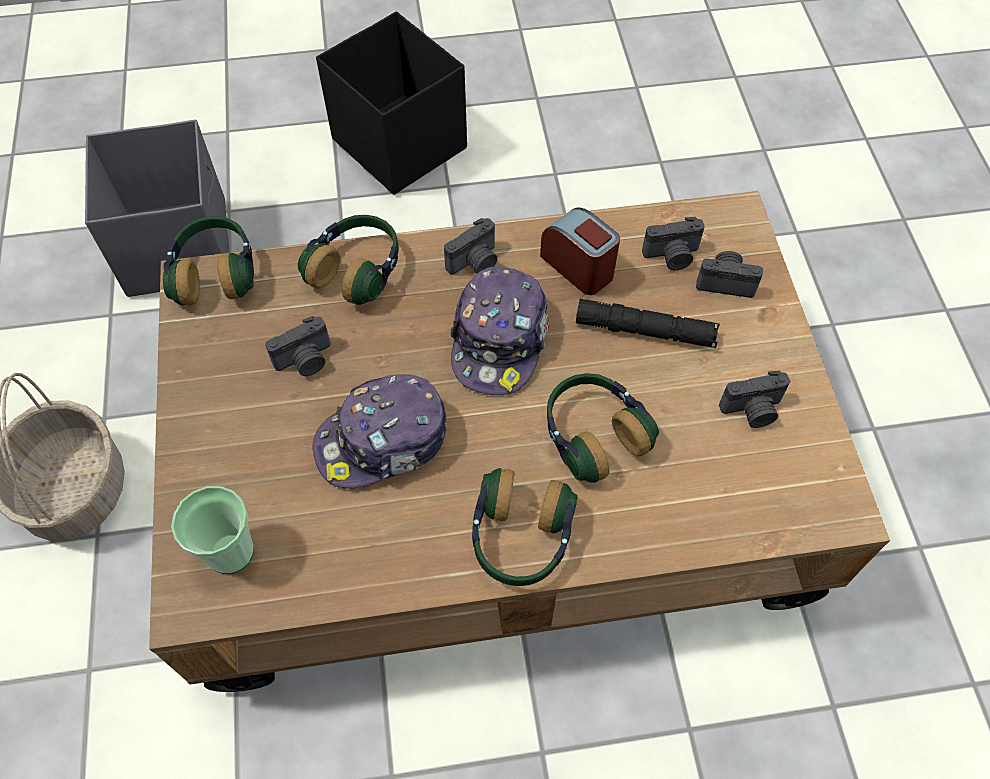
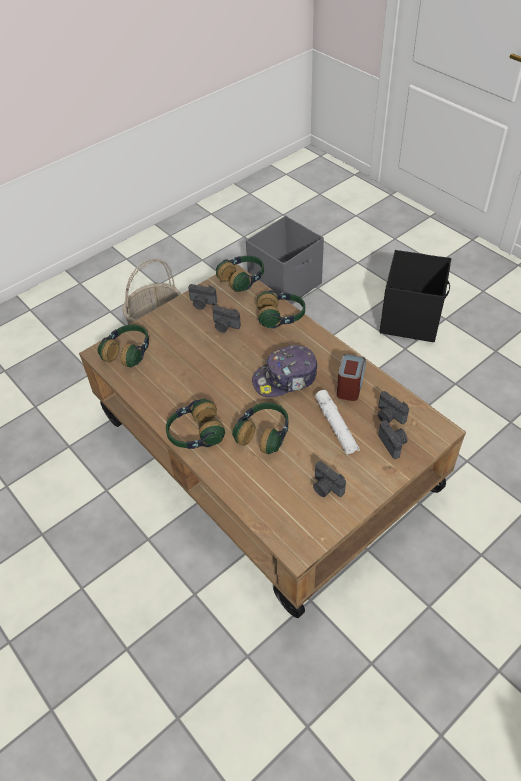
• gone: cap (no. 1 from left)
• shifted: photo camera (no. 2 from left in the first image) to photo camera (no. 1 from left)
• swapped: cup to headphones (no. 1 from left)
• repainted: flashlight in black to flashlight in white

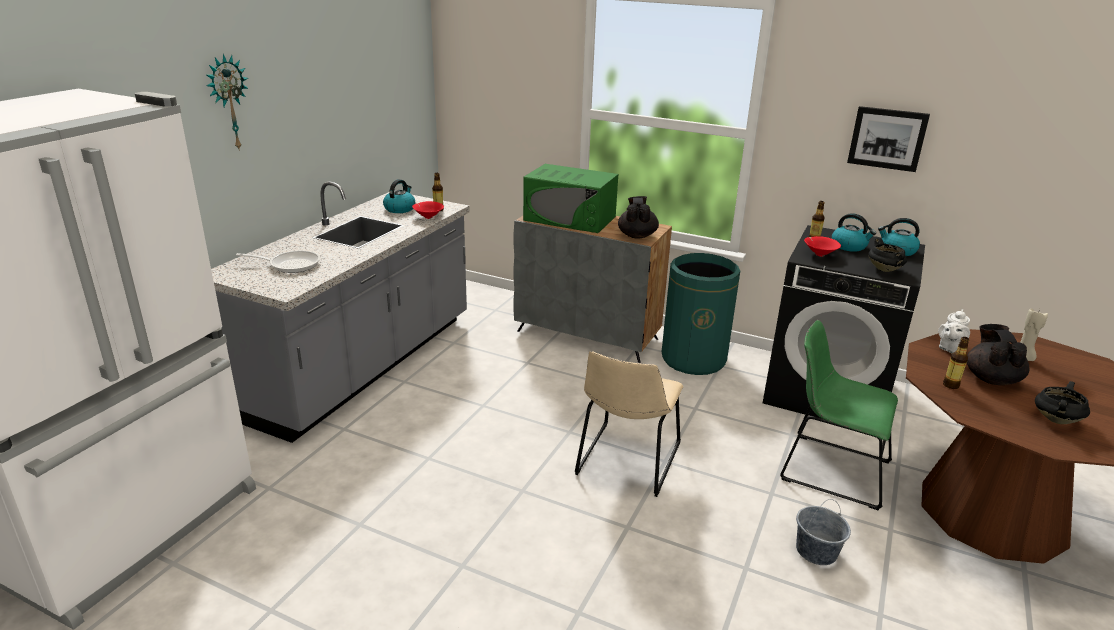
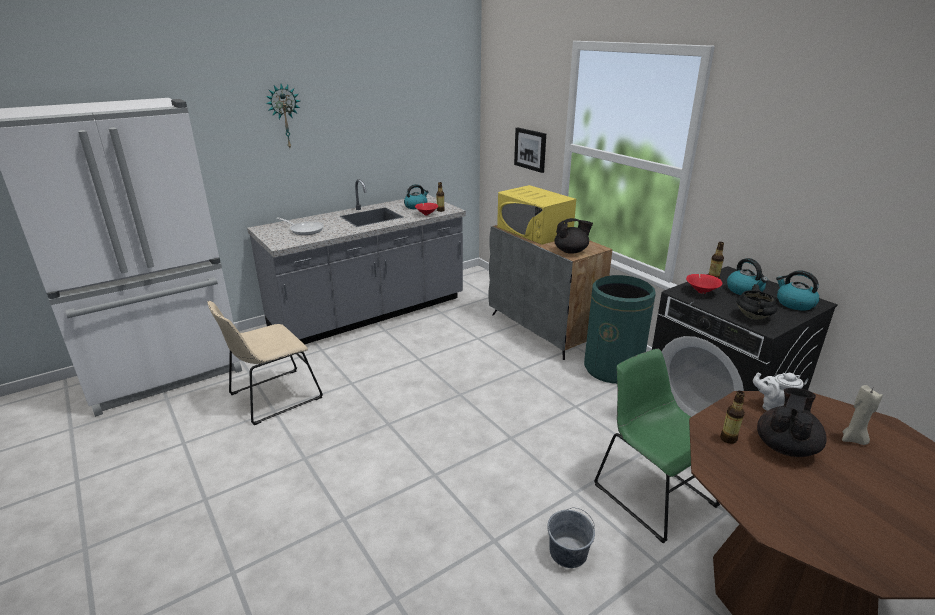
• gone: cooking pot in black (no. 2 from left)
• shifted: chair in beige
• shifted: picture
• repainted: microwave in green to microwave in yellow
• rotated: teapot in black (no. 1 from left) 45 degrees clockwise
• rotated: teapot in white 45 degrees clockwise

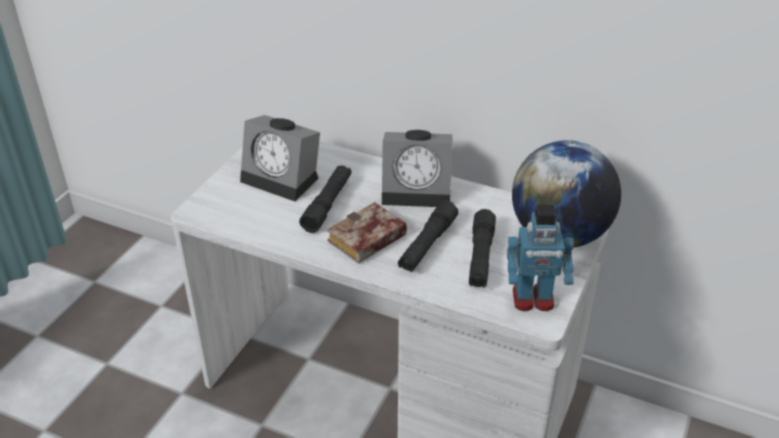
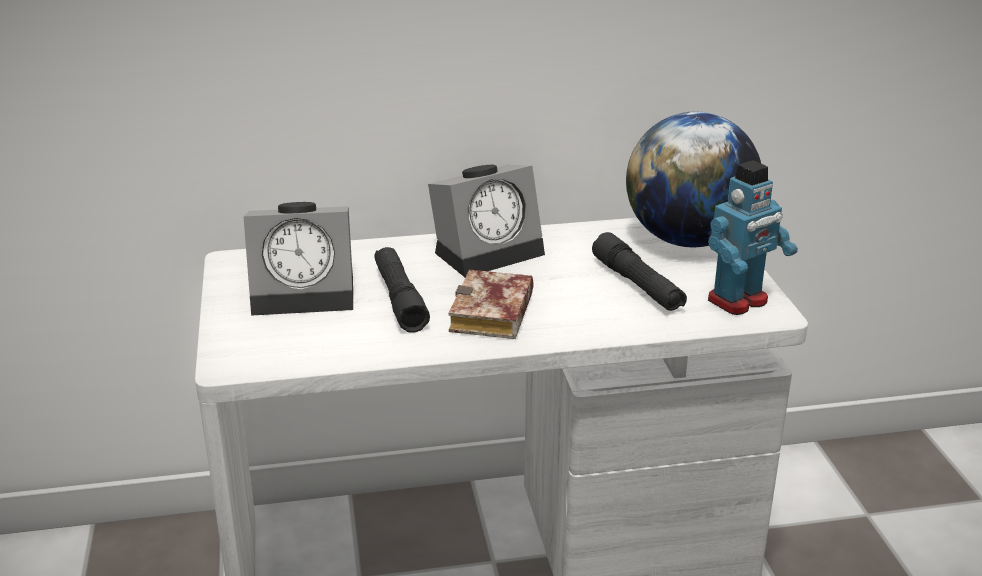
• gone: flashlight in black (no. 2 from left)

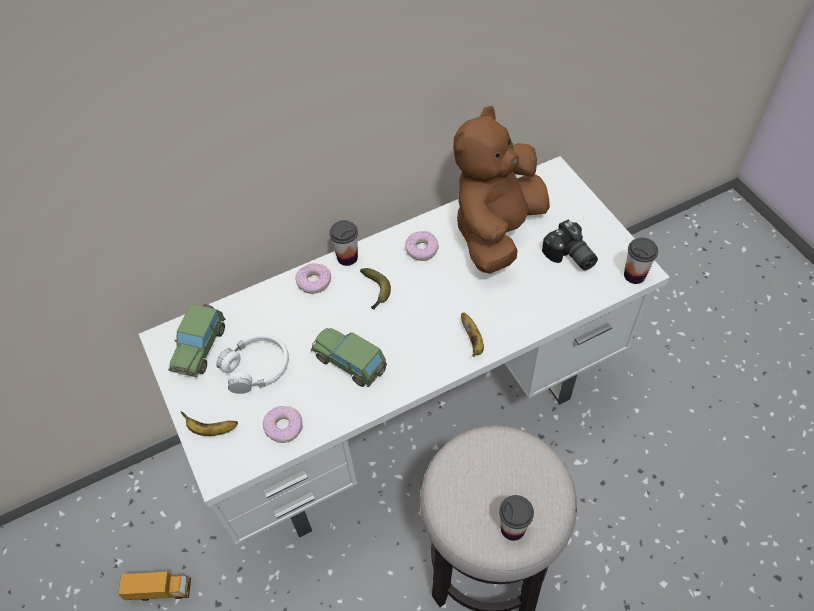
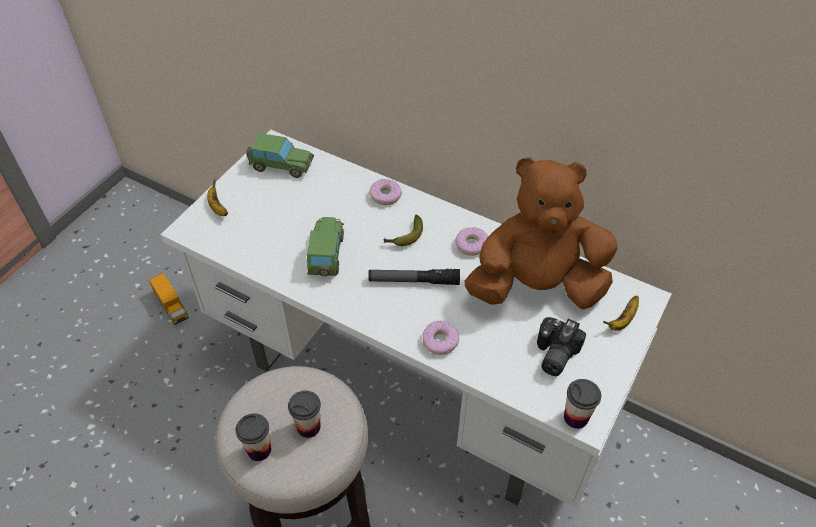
• gone: headphones in white
• new: flashlight
• shifted: donut (no. 1 from left in the first image) to donut (no. 2 from left)
• shifted: cup (no. 1 from left in the first image) to cup (no. 2 from left)
• shifted: banana (no. 3 from left)
• rotated: toy car (no. 1 from left) 150 degrees counterclockwise

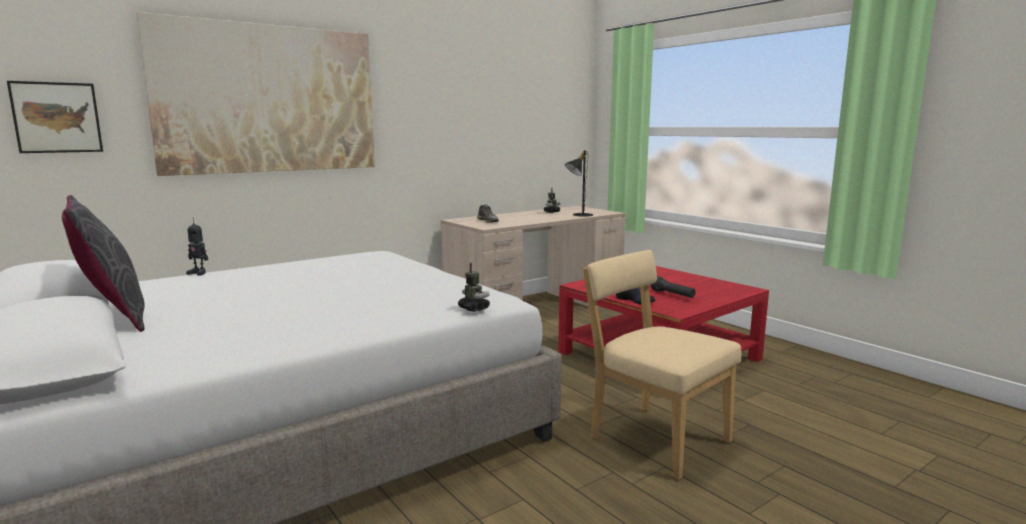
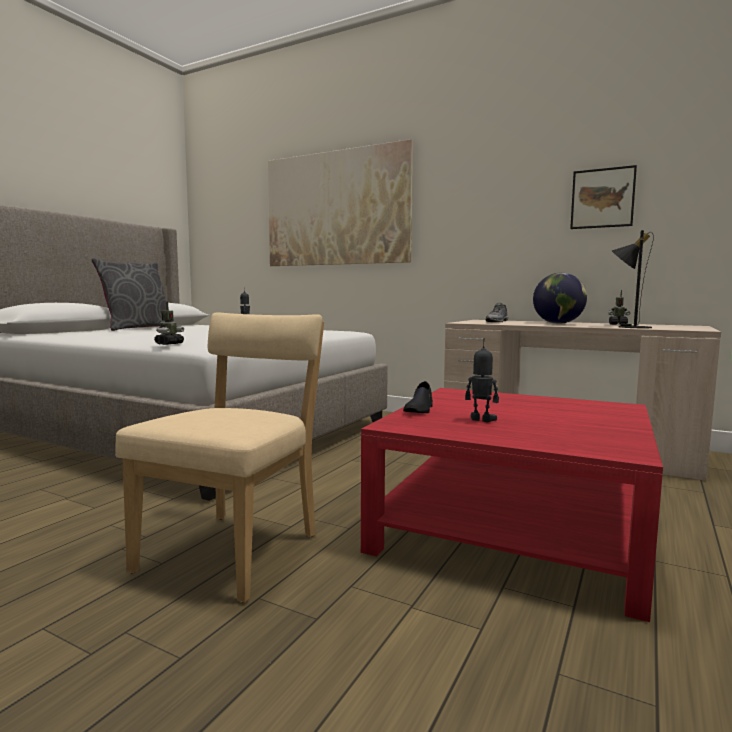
• new: globe
• shifted: picture (no. 1 from left in the first image) to picture (no. 2 from left)
• swapped: flashlight in black to toy robot (no. 3 from left)

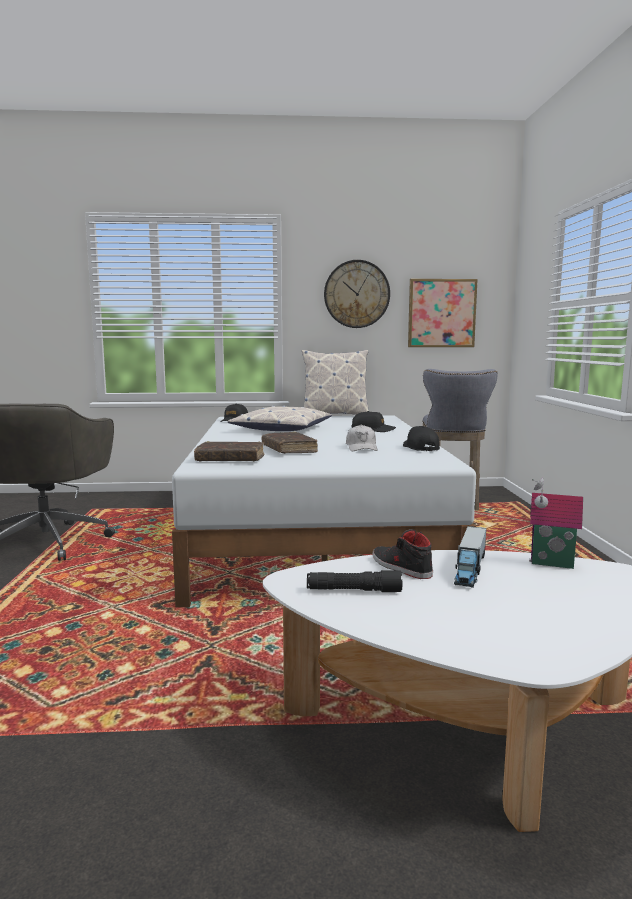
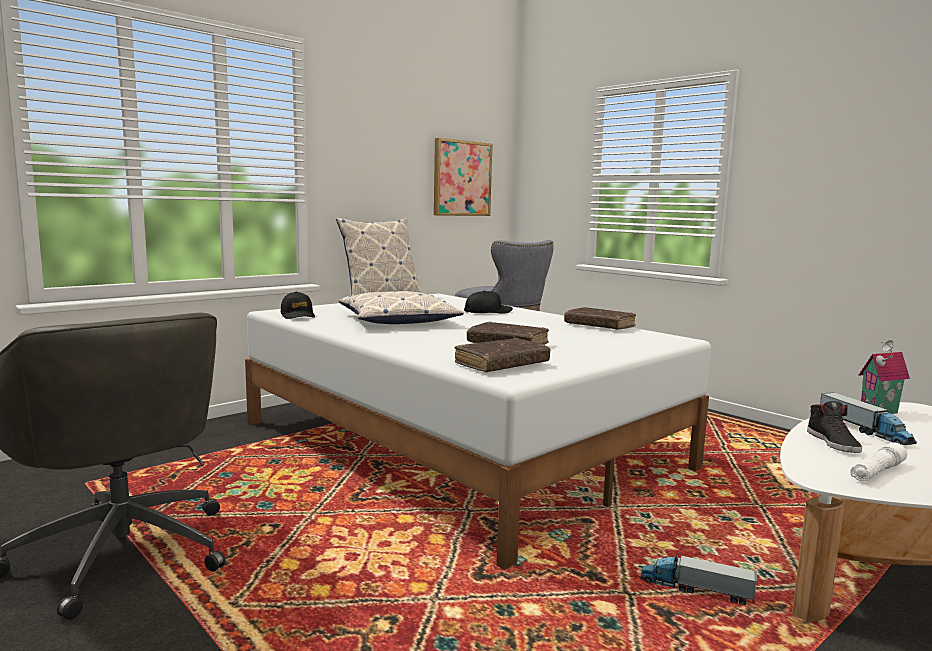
• gone: wall clock
• gone: cap in white
• new: toy truck (no. 1 from left)
• swapped: cap in black (no. 3 from left) to book in brown (no. 3 from left)
• repainted: flashlight in black to flashlight in white
• rotated: shoe in black 105 degrees counterclockwise

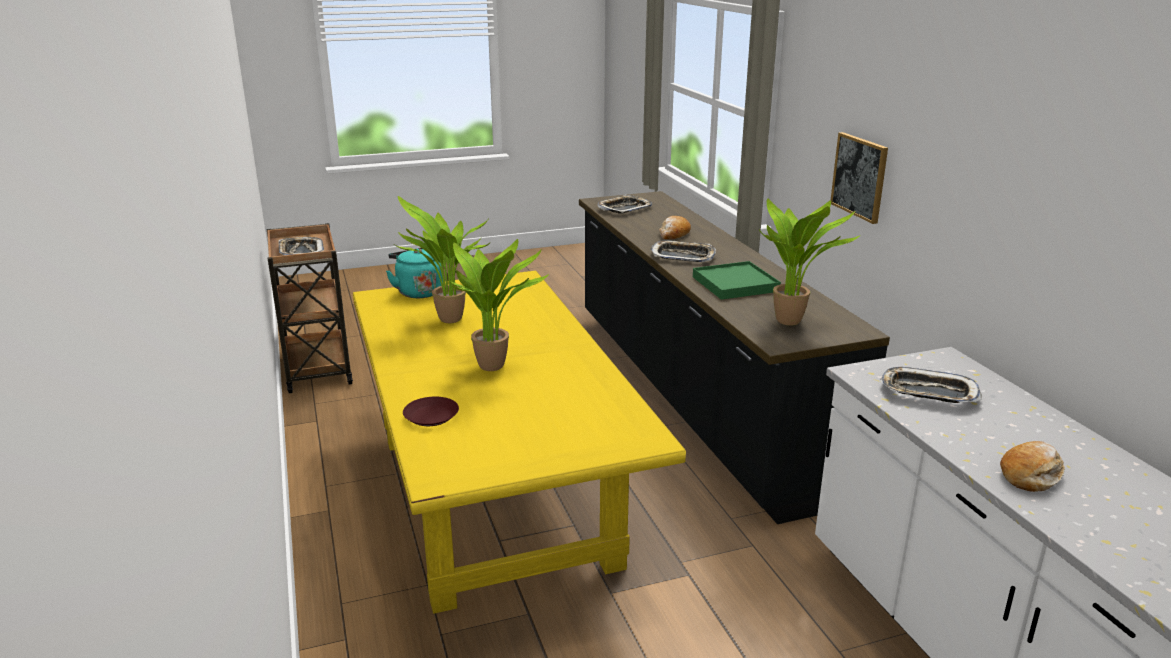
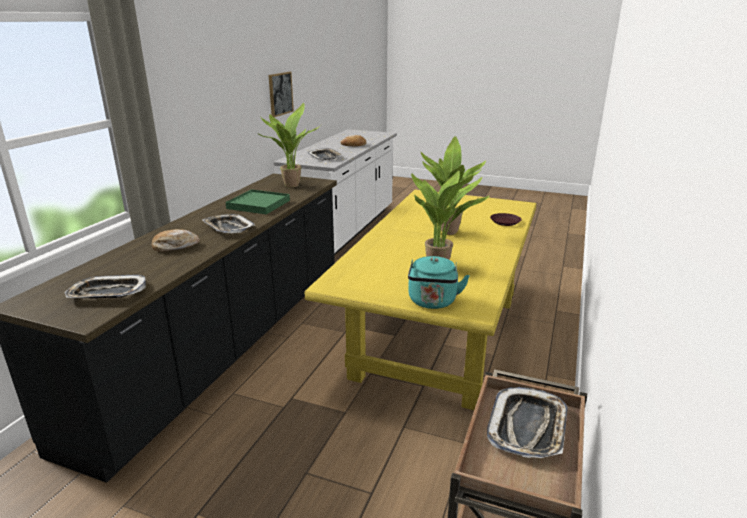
• shifted: picture

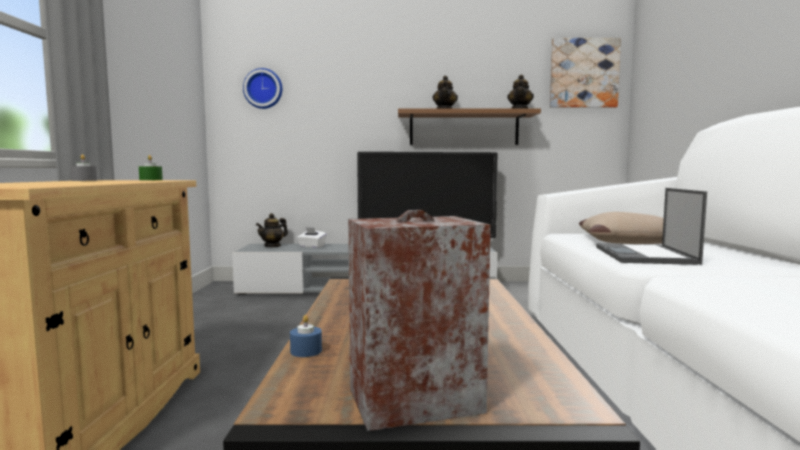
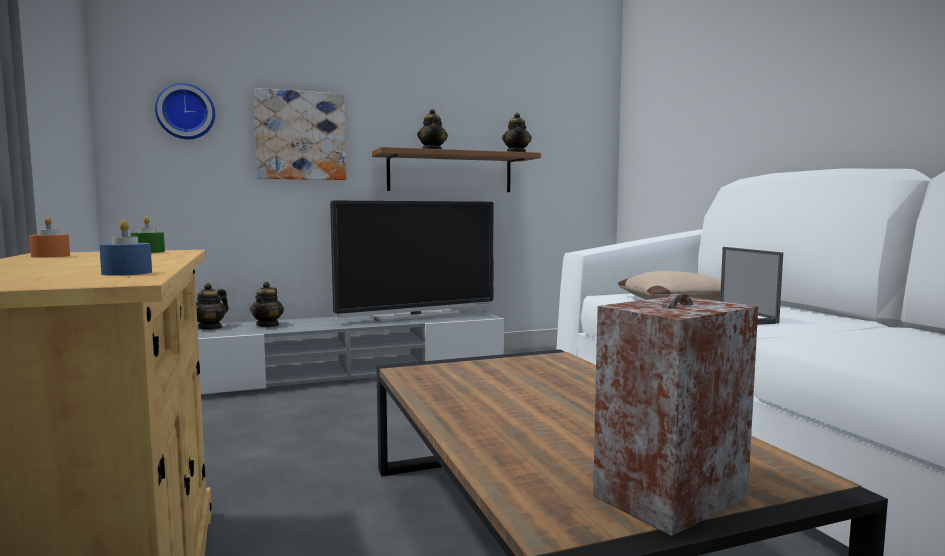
• shifted: candle in blue
• shifted: picture
• swapped: tissue box in white to teapot (no. 2 from left)
• repainted: candle in grey to candle in orange

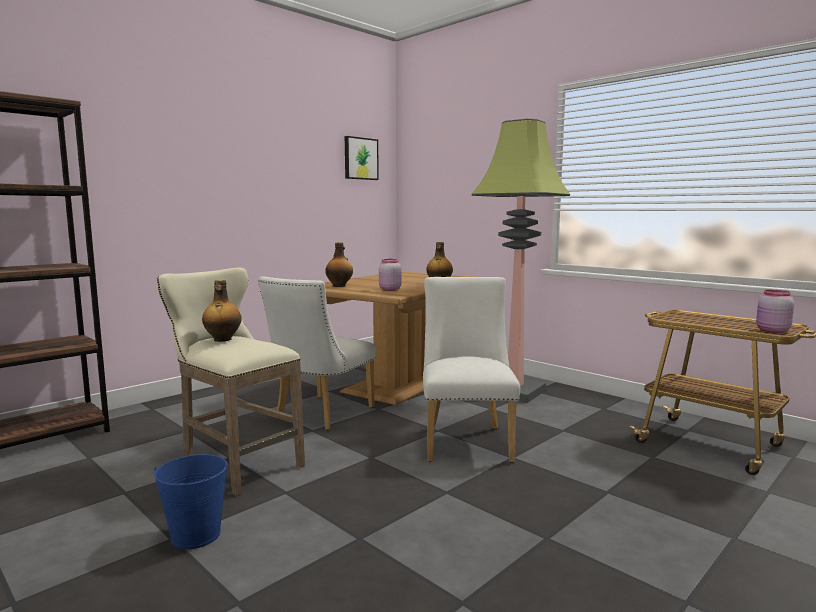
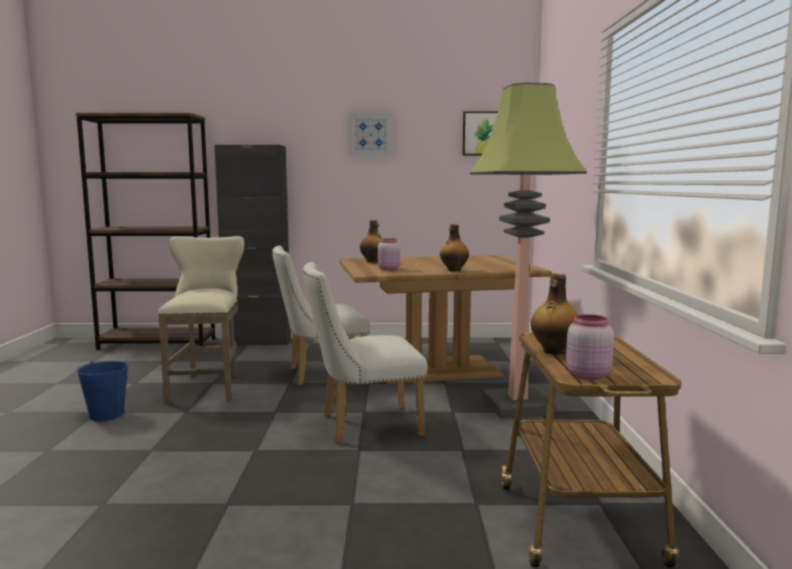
• new: cabinet in black
• new: picture (no. 1 from left)
• shifted: bottle (no. 1 from left in the first image) to bottle (no. 3 from left)
• rotated: chair in white (no. 2 from left) 150 degrees counterclockwise

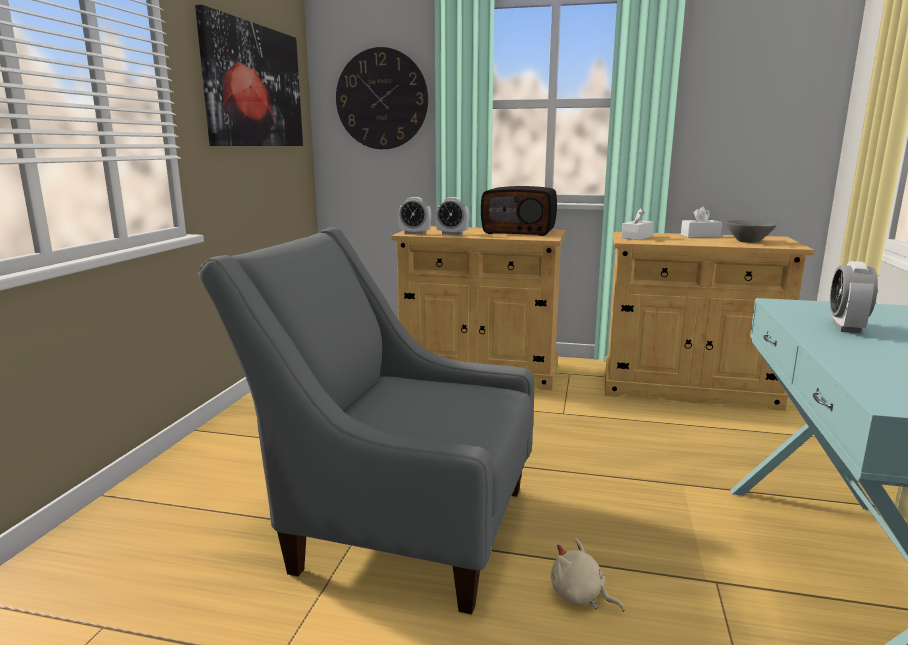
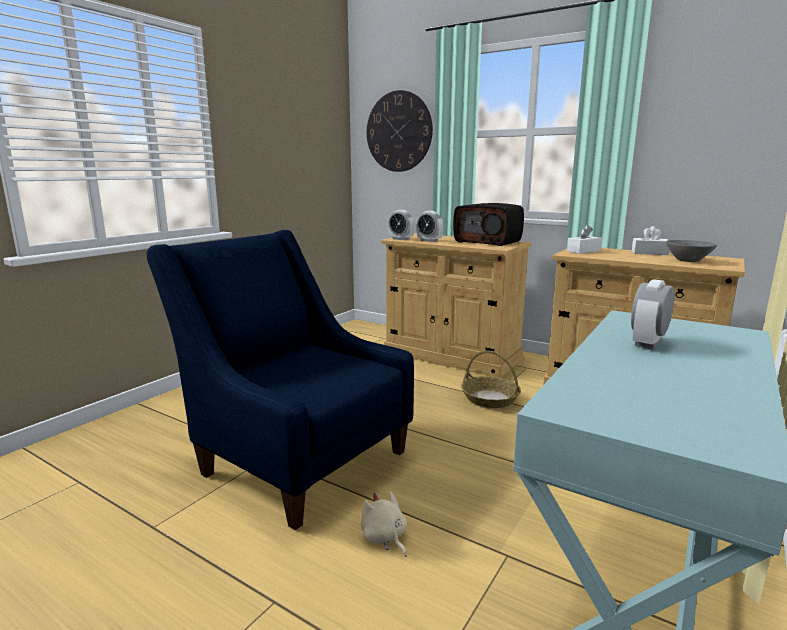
• gone: picture
• new: basket
• repainted: armchair in grey to armchair in blue

